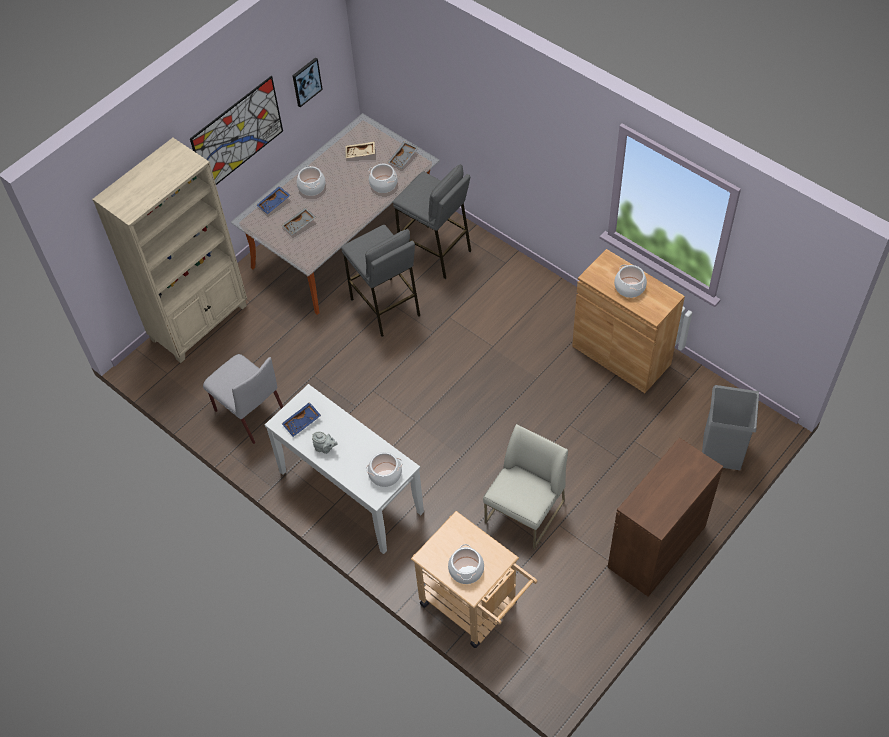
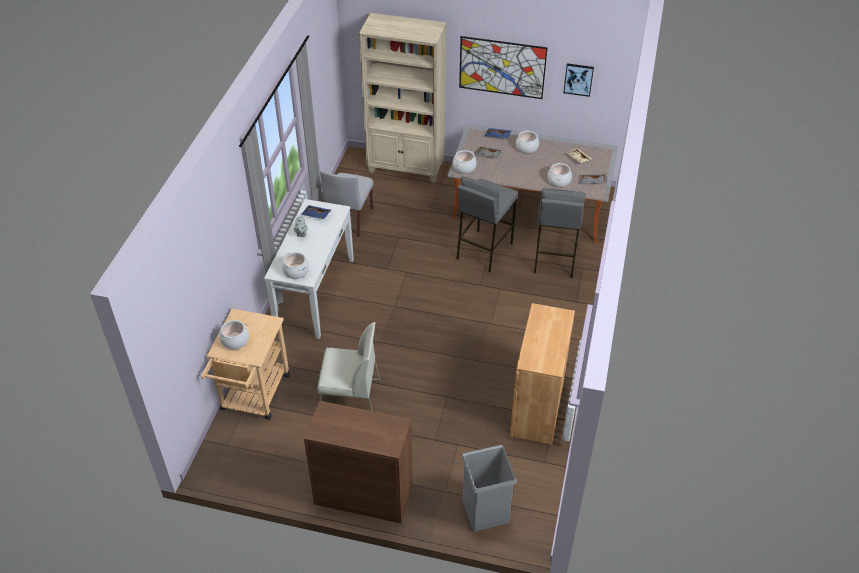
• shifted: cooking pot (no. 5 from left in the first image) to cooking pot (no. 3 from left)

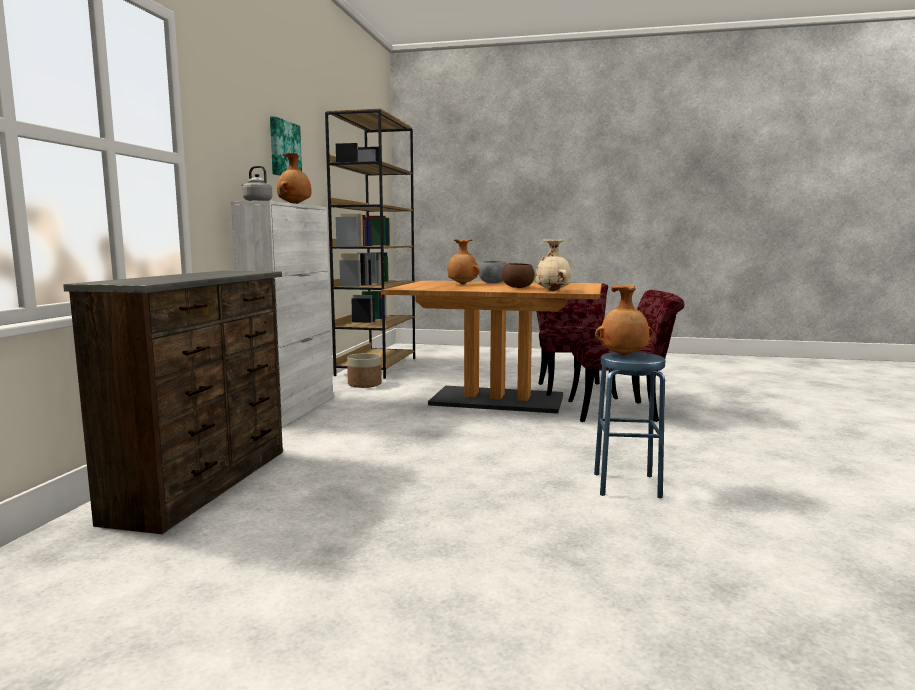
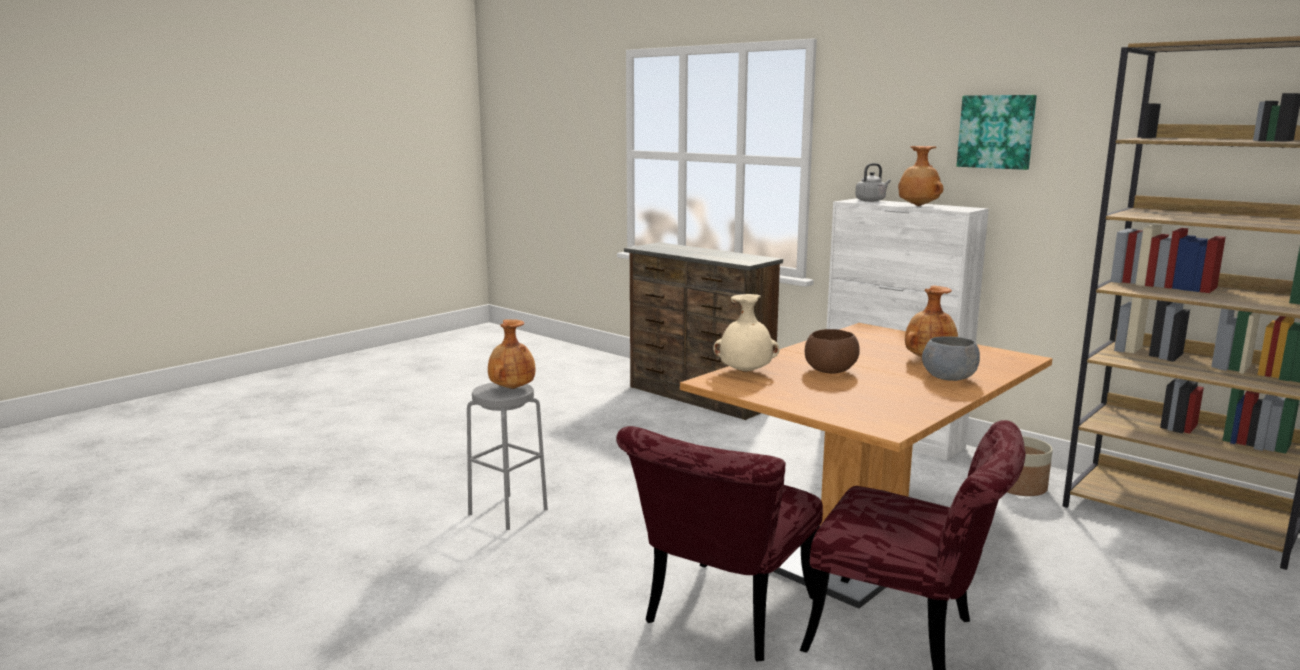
• repainted: stool in blue to stool in grey

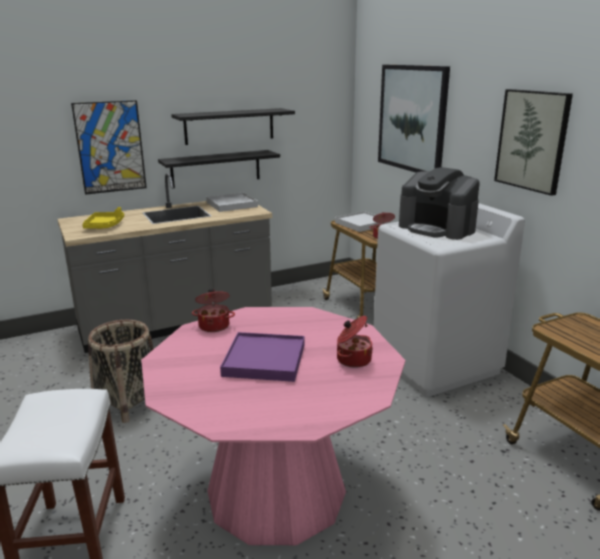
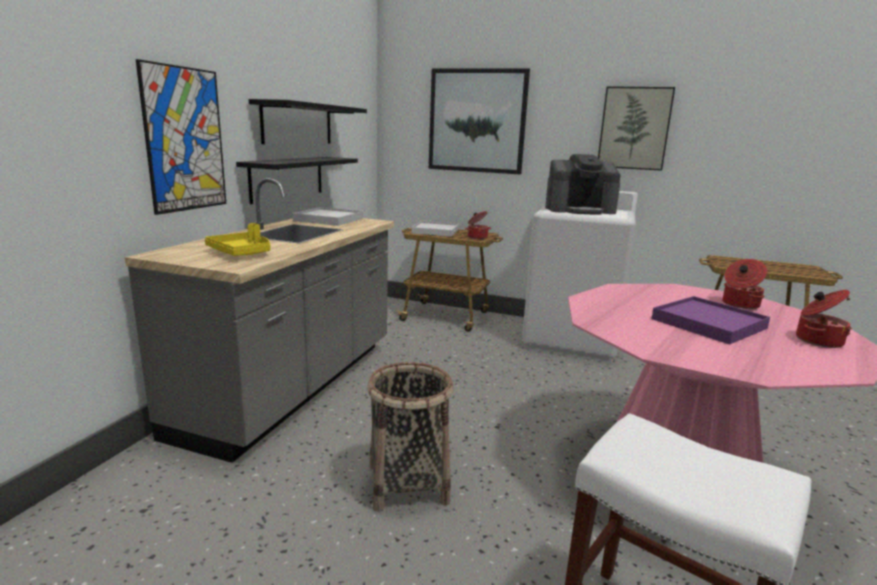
• shifted: cooking pot (no. 1 from left in the first image) to cooking pot (no. 3 from left)

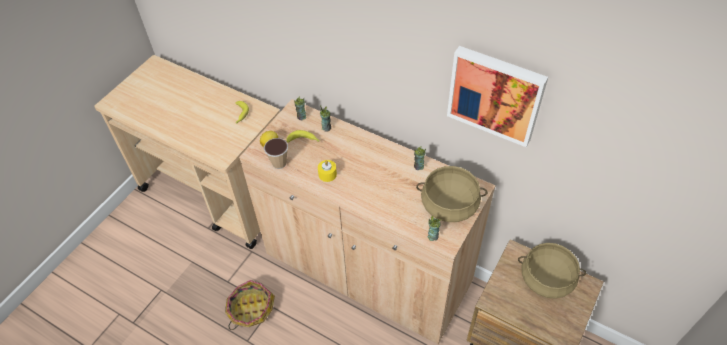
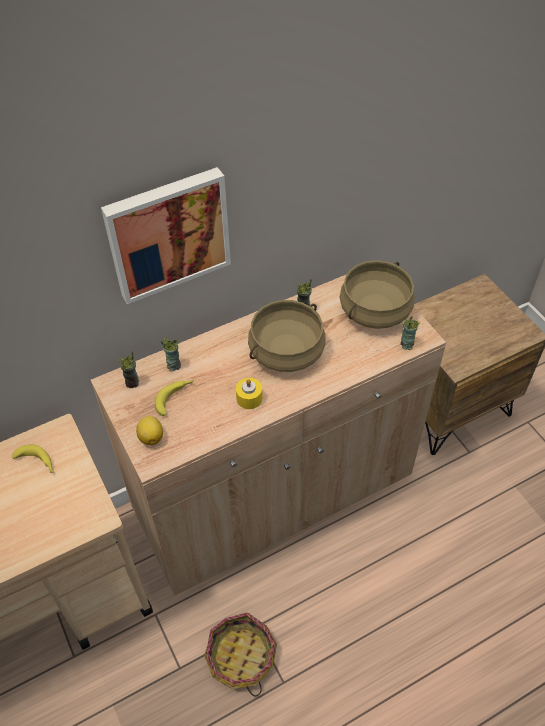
• gone: cup (no. 1 from left)
• shifted: picture
• shifted: cooking pot in beige (no. 2 from left in the first image) to cooking pot in beige (no. 1 from left)

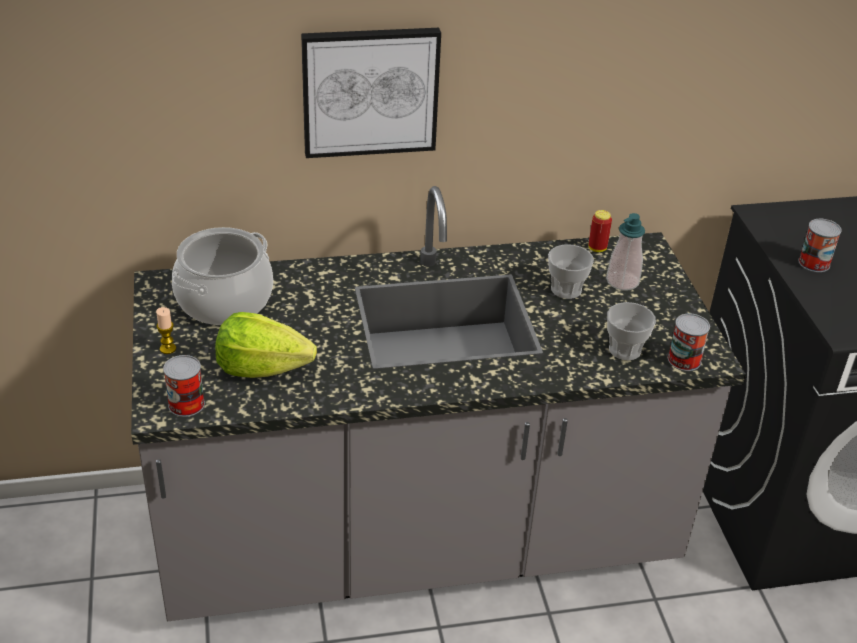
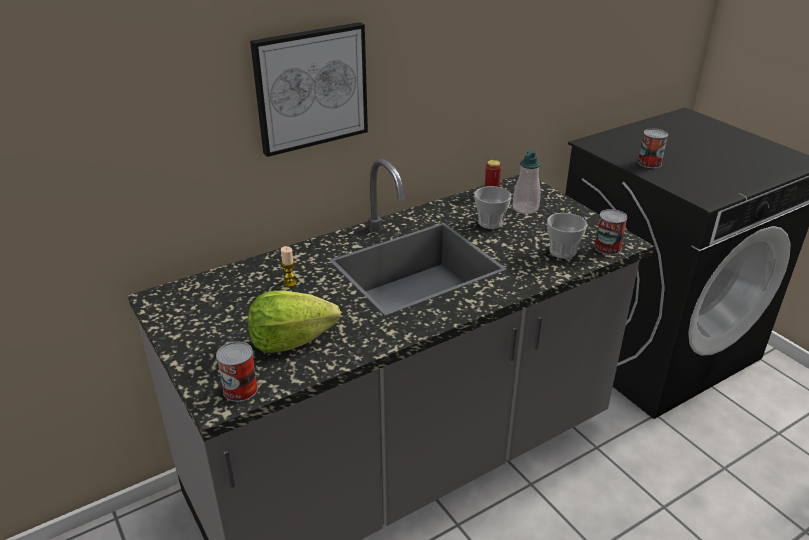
• gone: cooking pot
• shifted: candle

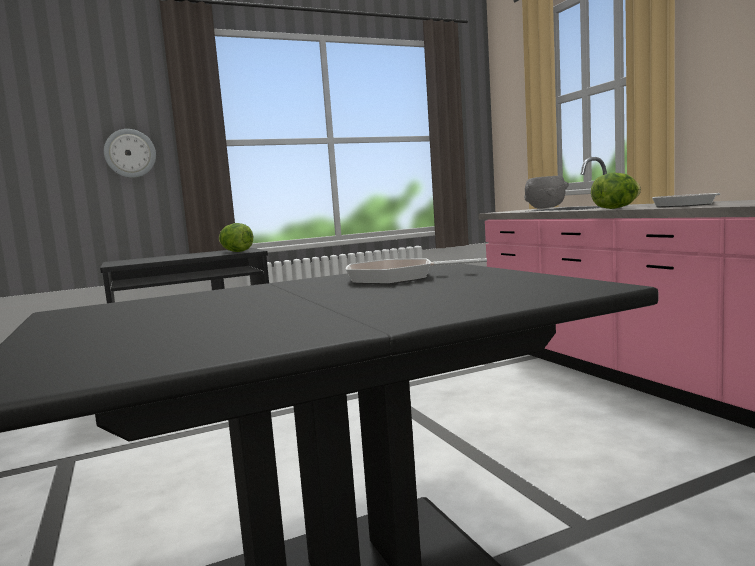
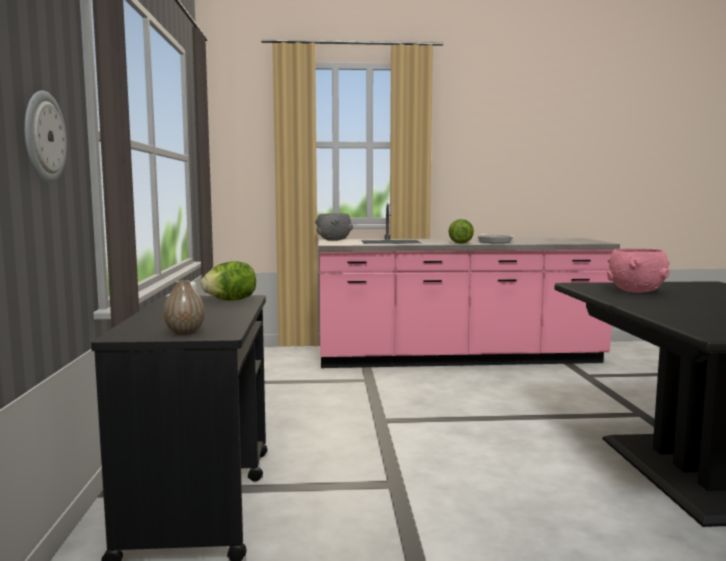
• new: vase
• swapped: frying pan (no. 1 from left) to bowl in pink

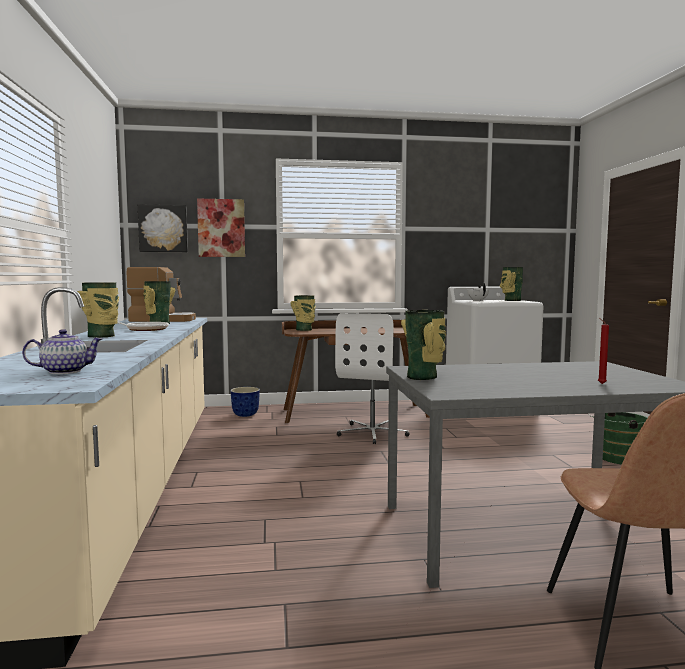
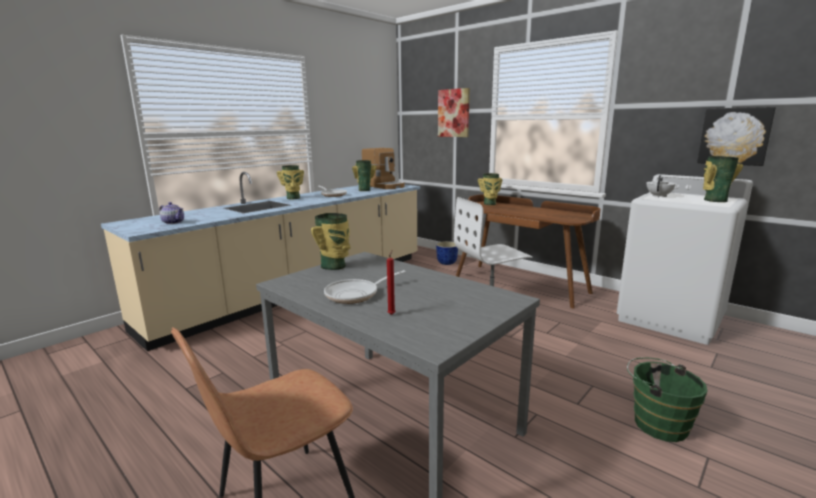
• new: frying pan (no. 2 from left)
• shifted: picture (no. 1 from left in the first image) to picture (no. 2 from left)

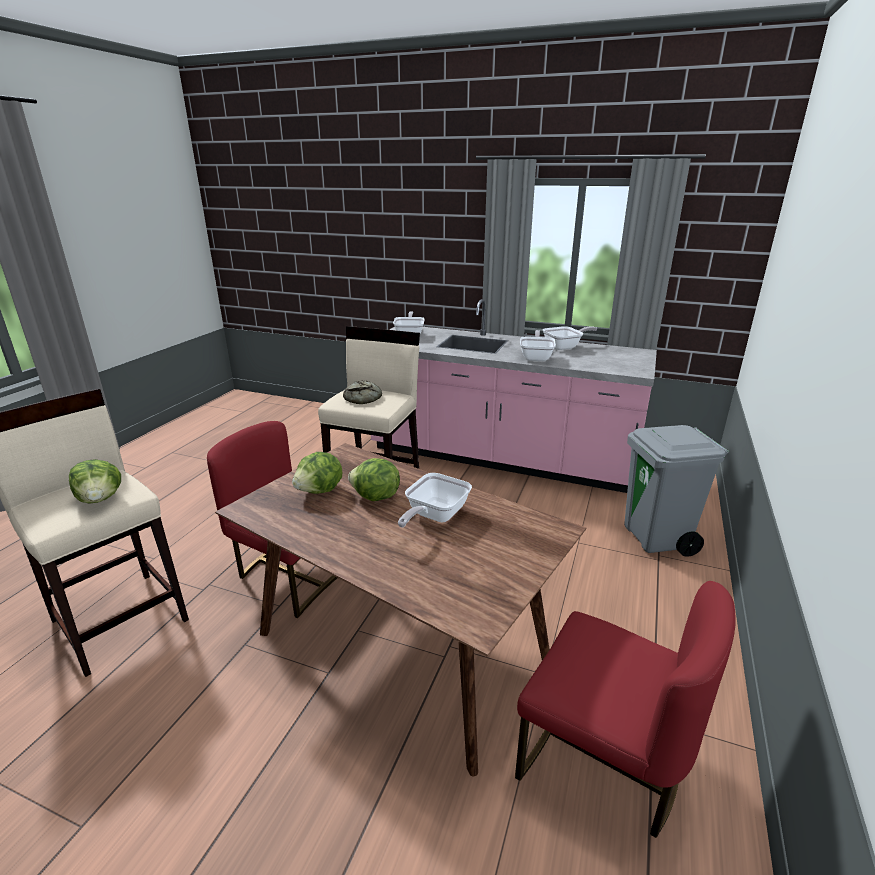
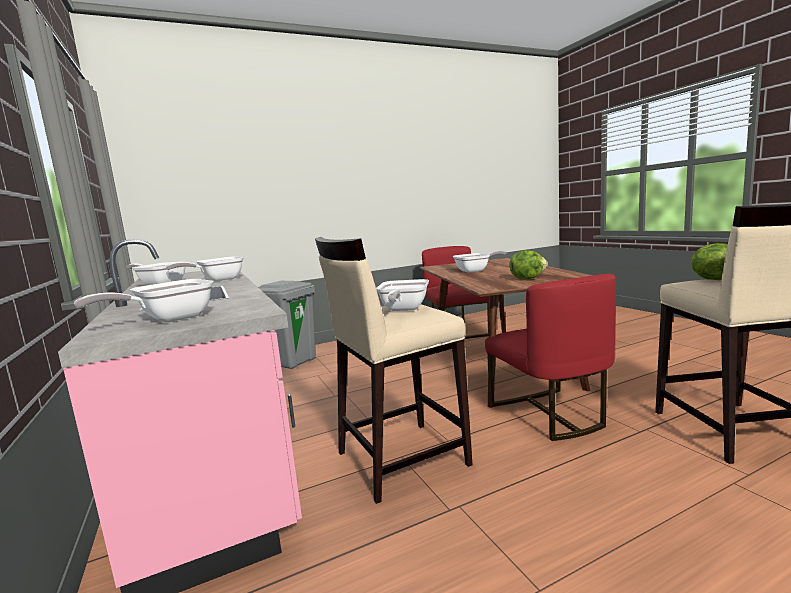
• gone: lettuce (no. 3 from left)
• swapped: bread to frying pan (no. 4 from left)

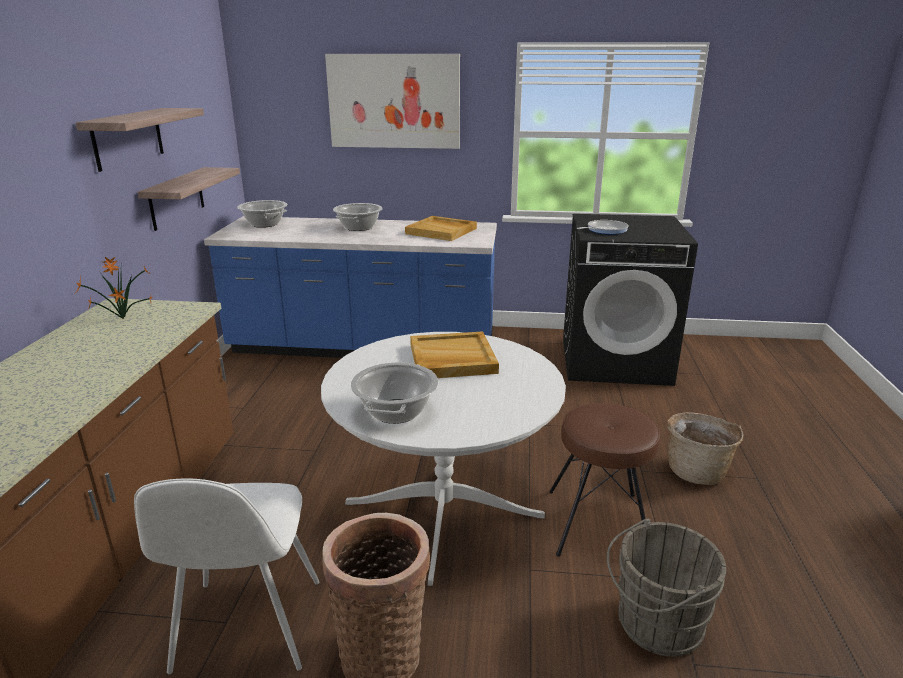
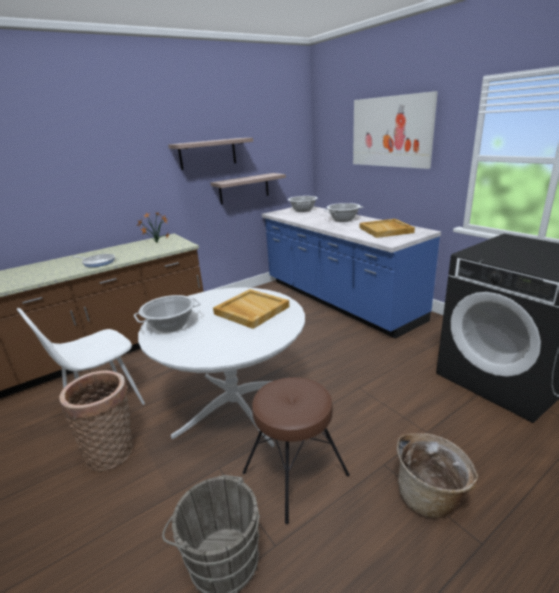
• shifted: frying pan

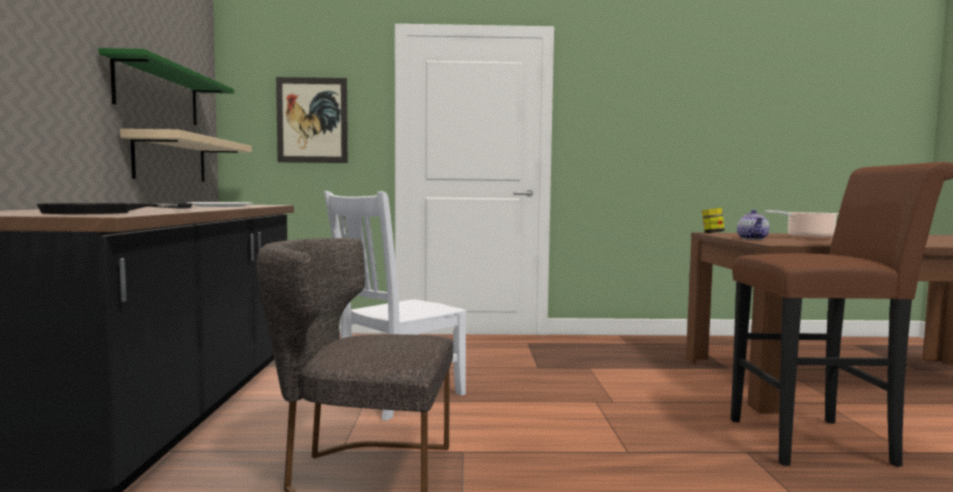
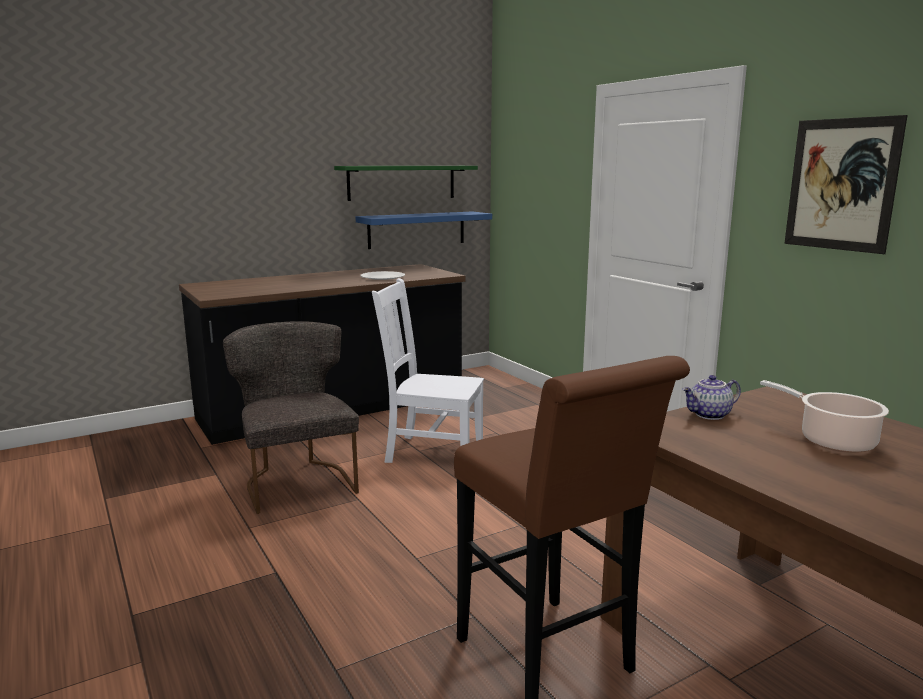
• gone: frying pan in black
• gone: jar
• shifted: picture
• repainted: shelf in beige to shelf in blue

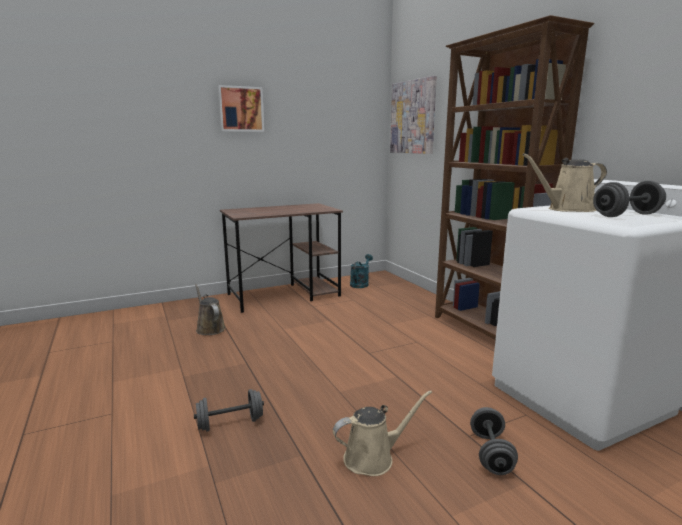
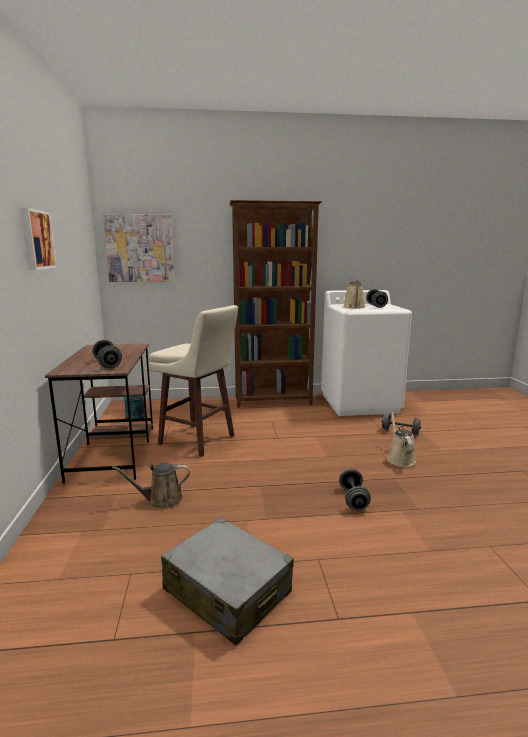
• new: dumbbell in grey (no. 1 from left)
• new: stool in beige
• new: suitcase in grey

